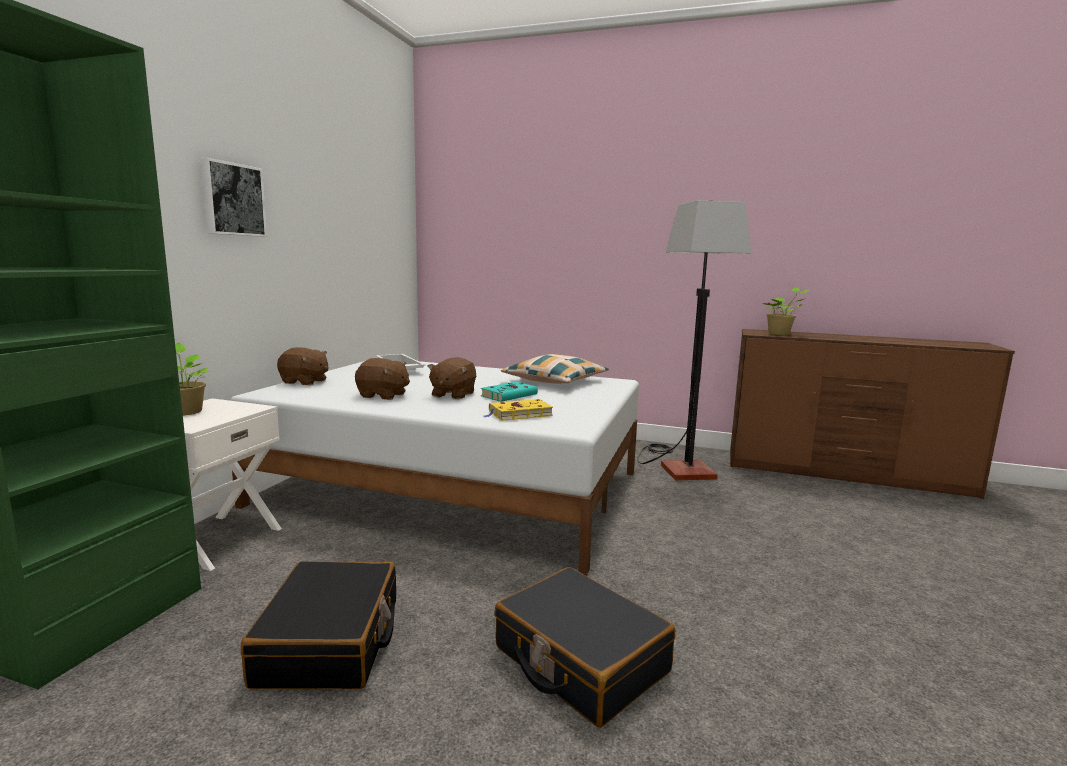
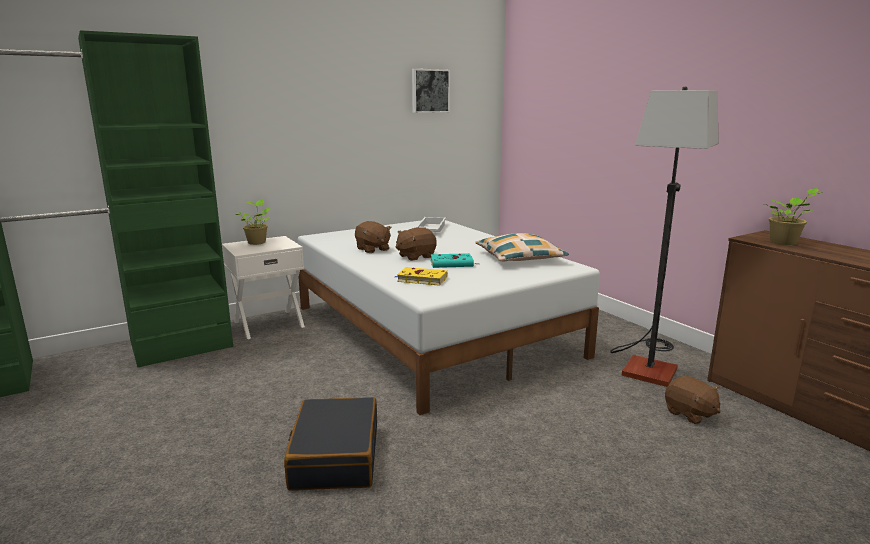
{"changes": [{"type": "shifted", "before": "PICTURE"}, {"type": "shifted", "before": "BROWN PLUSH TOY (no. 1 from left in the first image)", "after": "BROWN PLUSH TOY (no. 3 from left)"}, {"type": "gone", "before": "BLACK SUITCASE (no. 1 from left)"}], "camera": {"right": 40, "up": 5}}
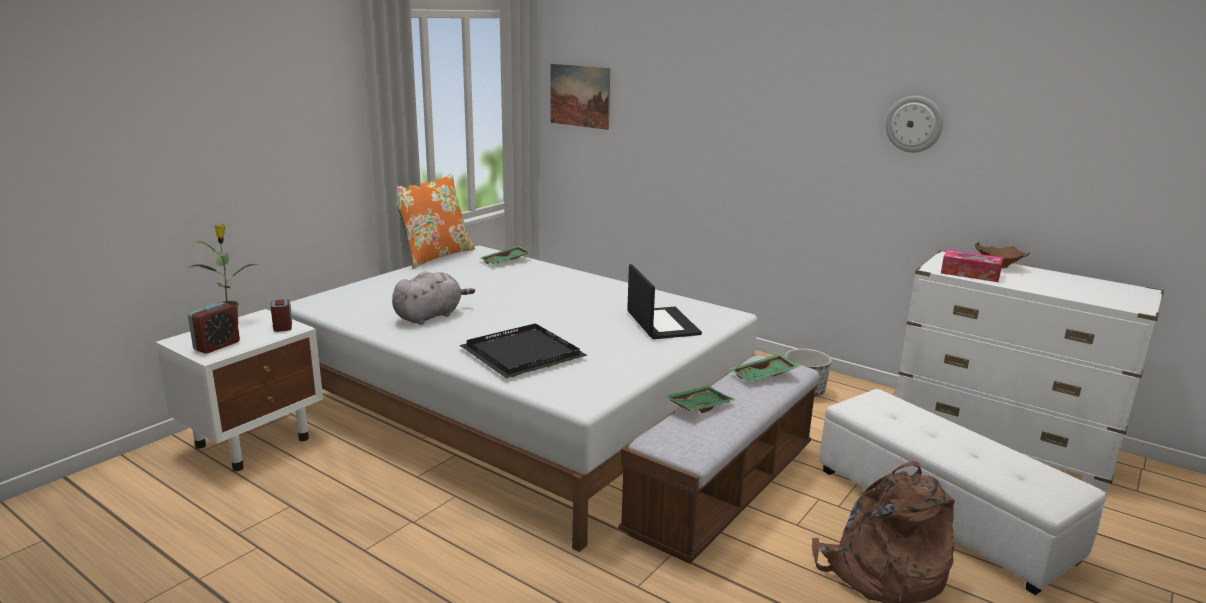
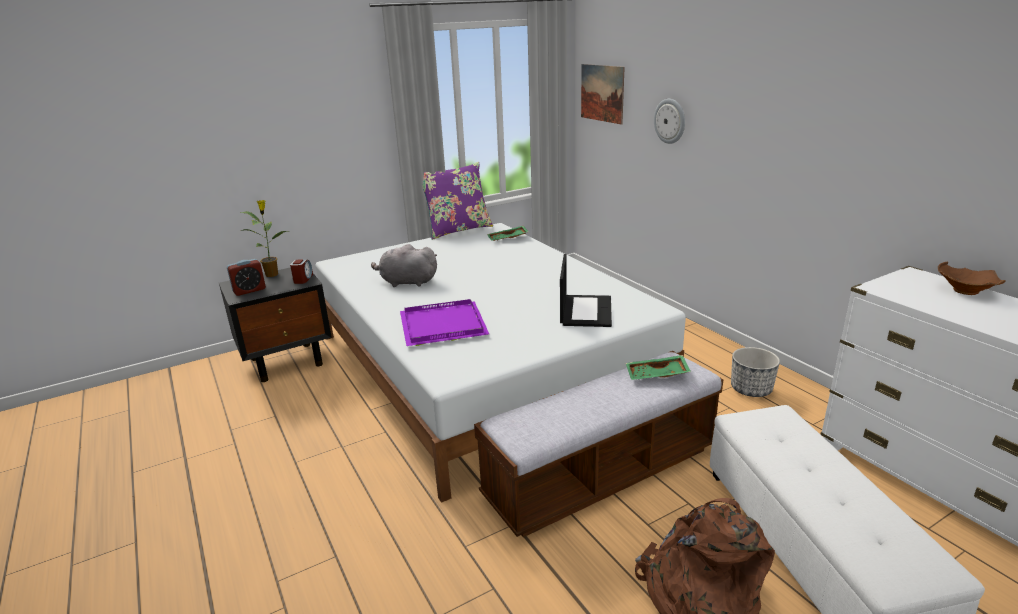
{"changes": [{"type": "repainted", "before": "WHITE NIGHTSTAND", "after": "BLACK NIGHTSTAND"}, {"type": "rotated", "before": "GREY PLUSH TOY", "turn": -150}, {"type": "repainted", "before": "BLACK TRAY", "after": "PURPLE TRAY"}, {"type": "repainted", "before": "ORANGE PILLOW", "after": "PURPLE PILLOW"}, {"type": "shifted", "before": "WALL CLOCK"}, {"type": "gone", "before": "GREEN TRAY (no. 2 from left)"}, {"type": "gone", "before": "TISSUE BOX"}], "camera": {"right": 25, "up": 5}}
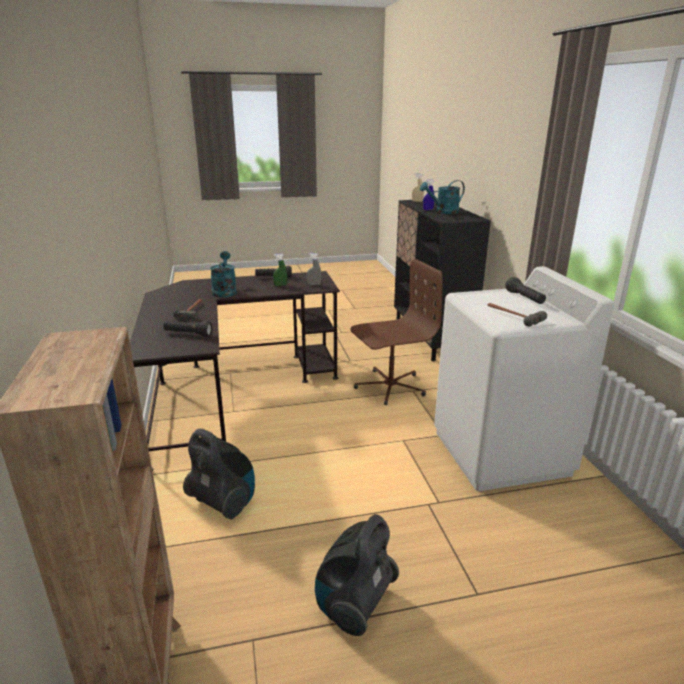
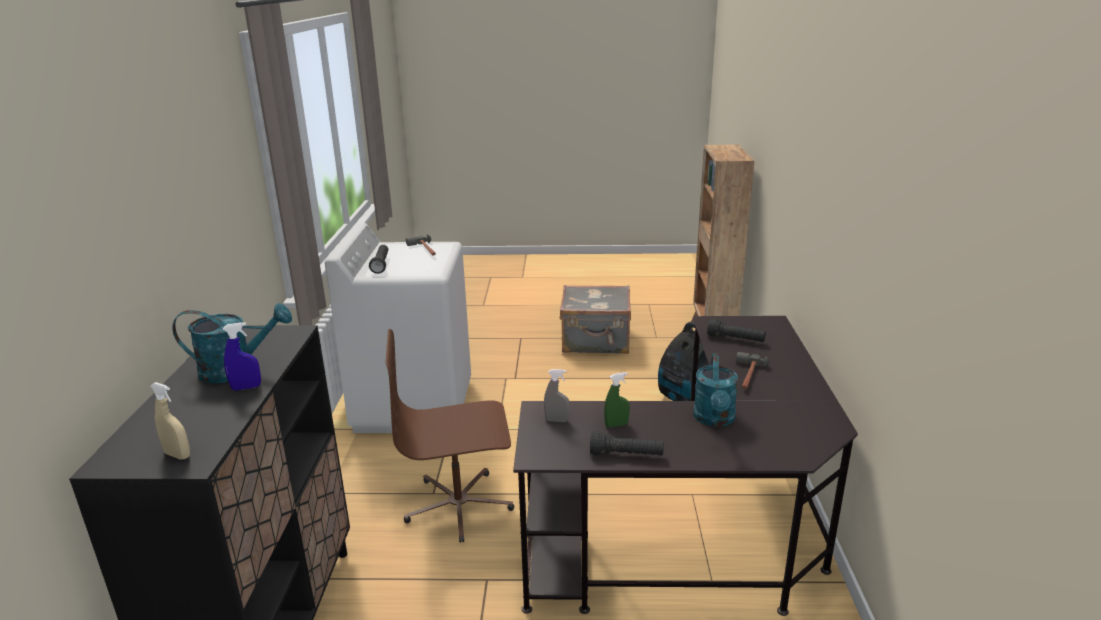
{"changes": [{"type": "swapped", "before": "VACUUM CLEANER (no. 2 from left)", "after": "GREY SUITCASE"}], "camera": {"right": -165, "up": 0}}
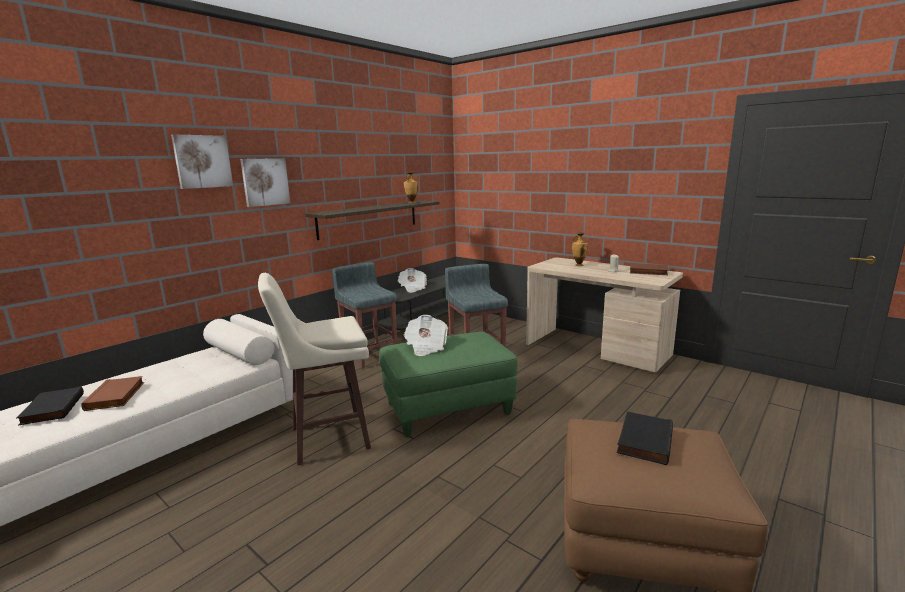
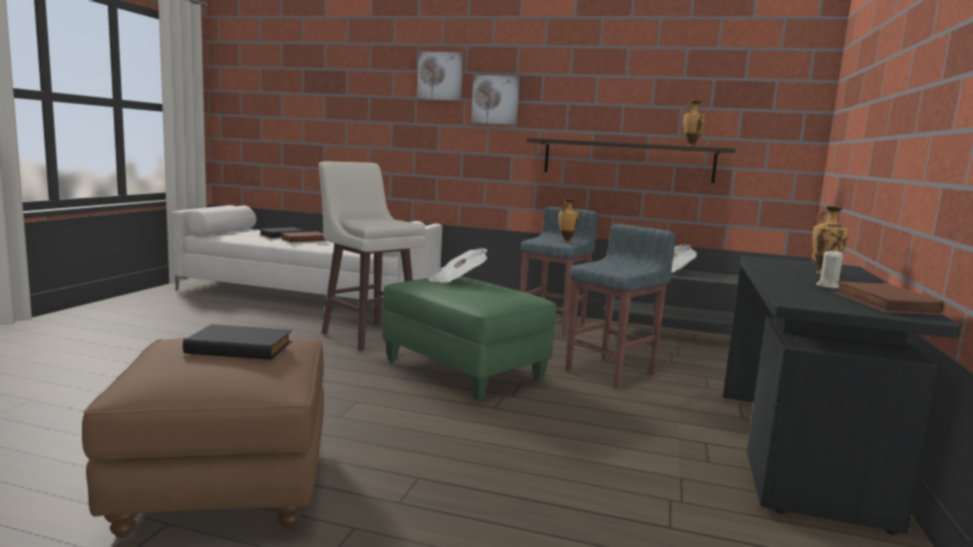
{"changes": [{"type": "new", "after": "VASE (no. 1 from left)"}, {"type": "repainted", "before": "BEIGE DESK", "after": "BLACK DESK"}], "camera": {"right": 65, "up": -5}}
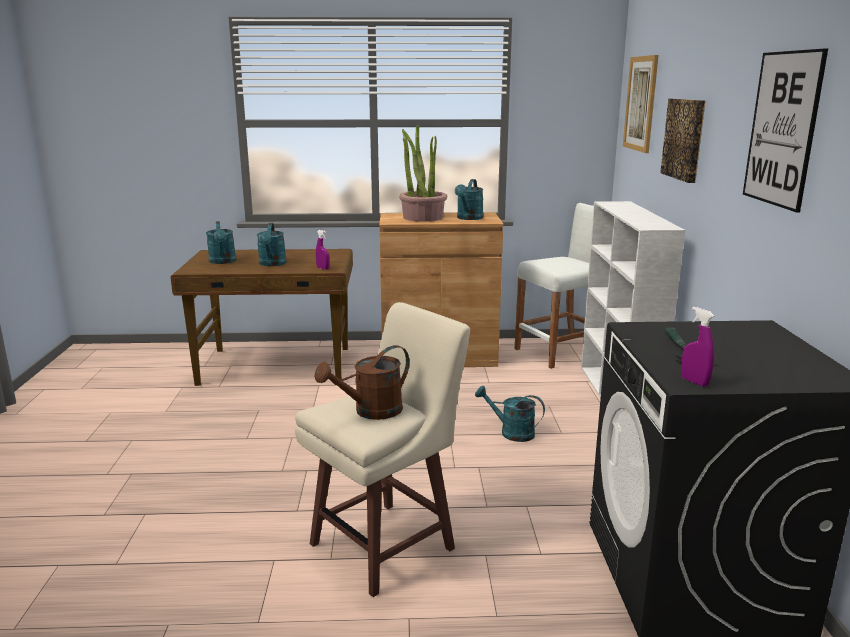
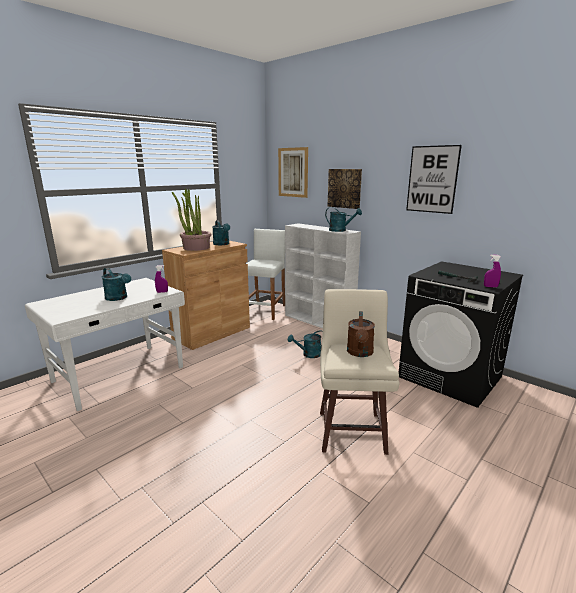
{"changes": [{"type": "repainted", "before": "BROWN DESK", "after": "WHITE DESK"}, {"type": "shifted", "before": "TURQUOISE WATERING CAN (no. 1 from left in the first image)", "after": "TURQUOISE WATERING CAN (no. 4 from left)"}], "camera": {"right": -45, "up": 0}}
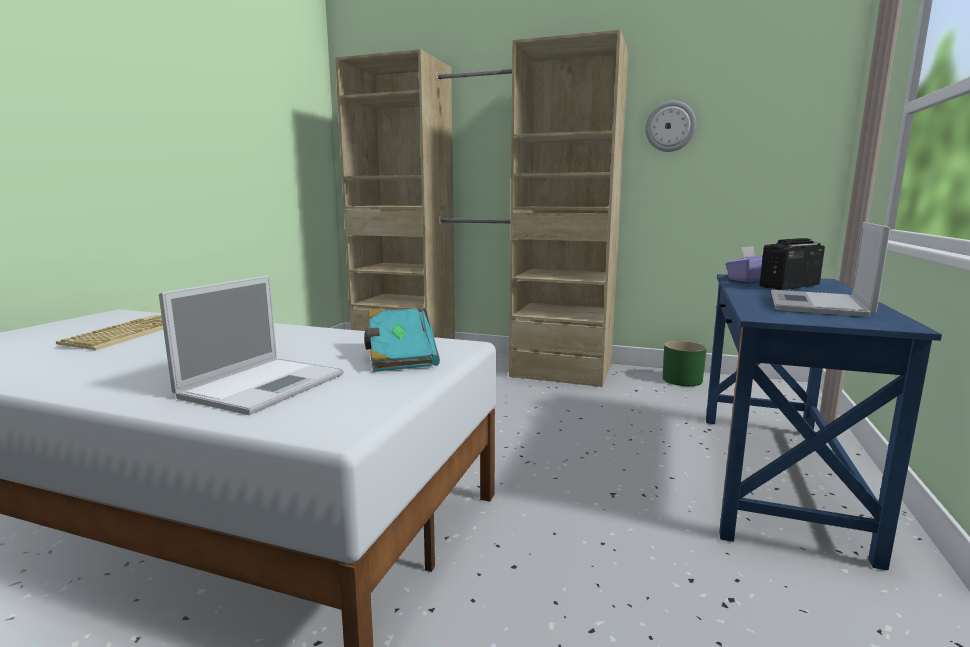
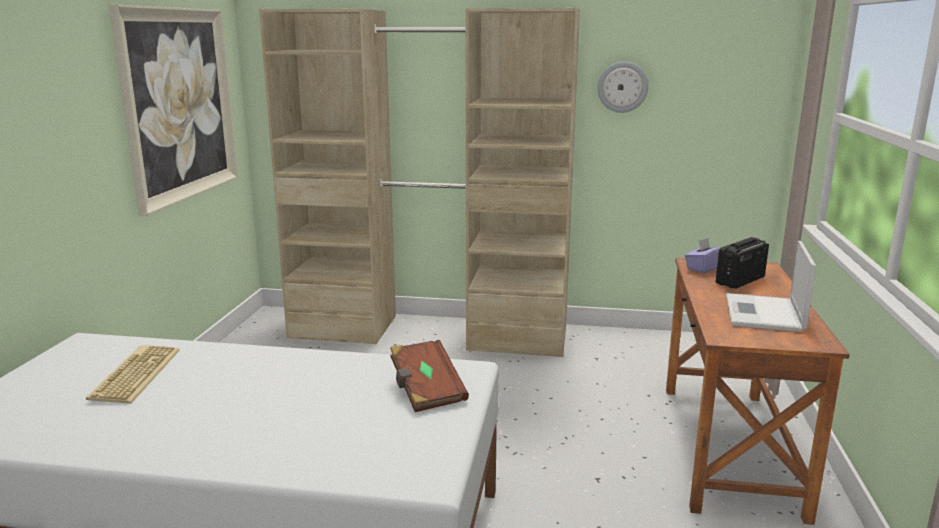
{"changes": [{"type": "new", "after": "PICTURE"}, {"type": "repainted", "before": "TURQUOISE BOOK", "after": "BROWN BOOK"}, {"type": "repainted", "before": "BLUE DESK", "after": "BROWN DESK"}, {"type": "gone", "before": "LAPTOP (no. 1 from left)"}, {"type": "gone", "before": "GREEN PLANTER"}], "camera": {"right": -10, "up": 5}}
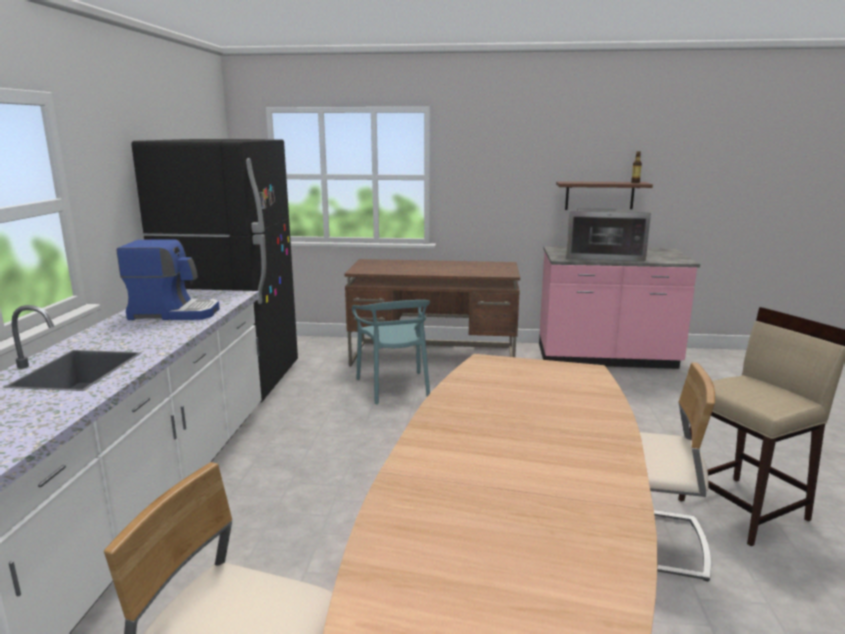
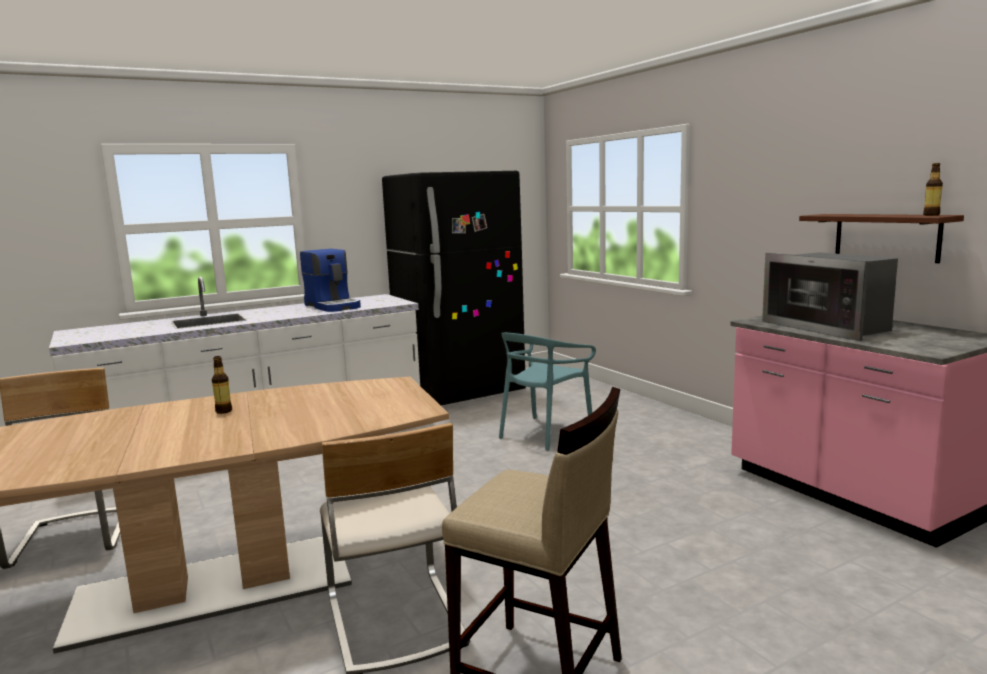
{"changes": [{"type": "new", "after": "BOTTLE (no. 1 from left)"}, {"type": "gone", "before": "BROWN DESK"}], "camera": {"right": 55, "up": -5}}
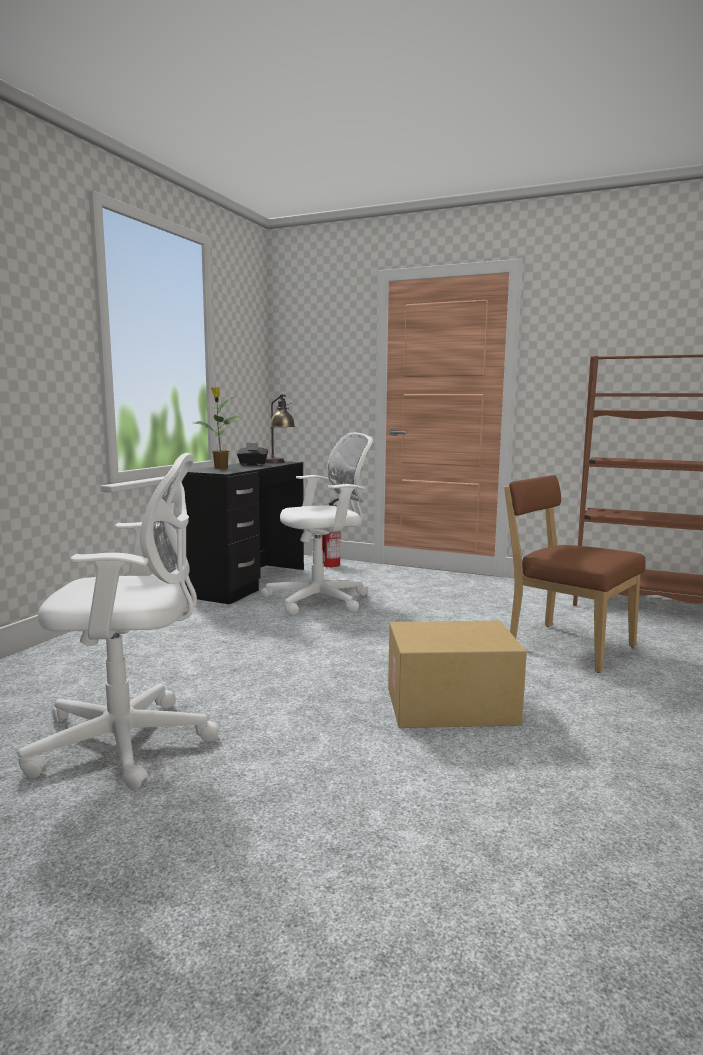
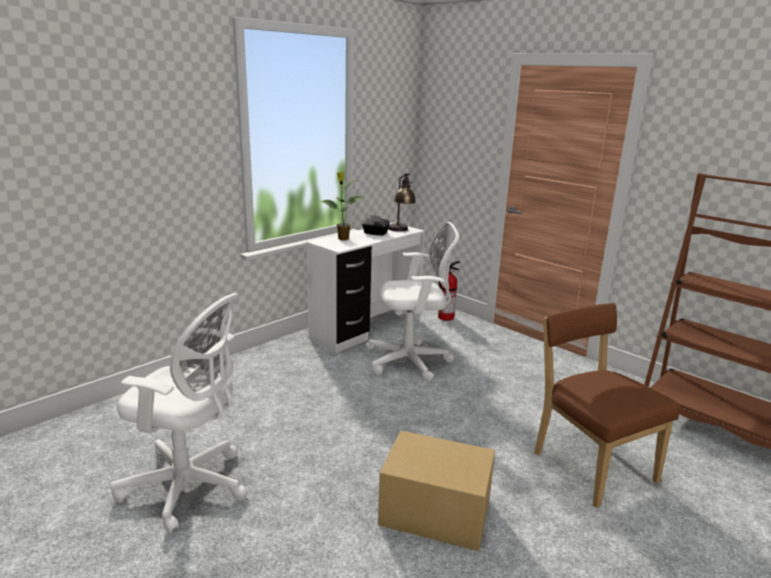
{"changes": [{"type": "repainted", "before": "BLACK DESK", "after": "WHITE DESK"}], "camera": {"right": 20, "up": 10}}
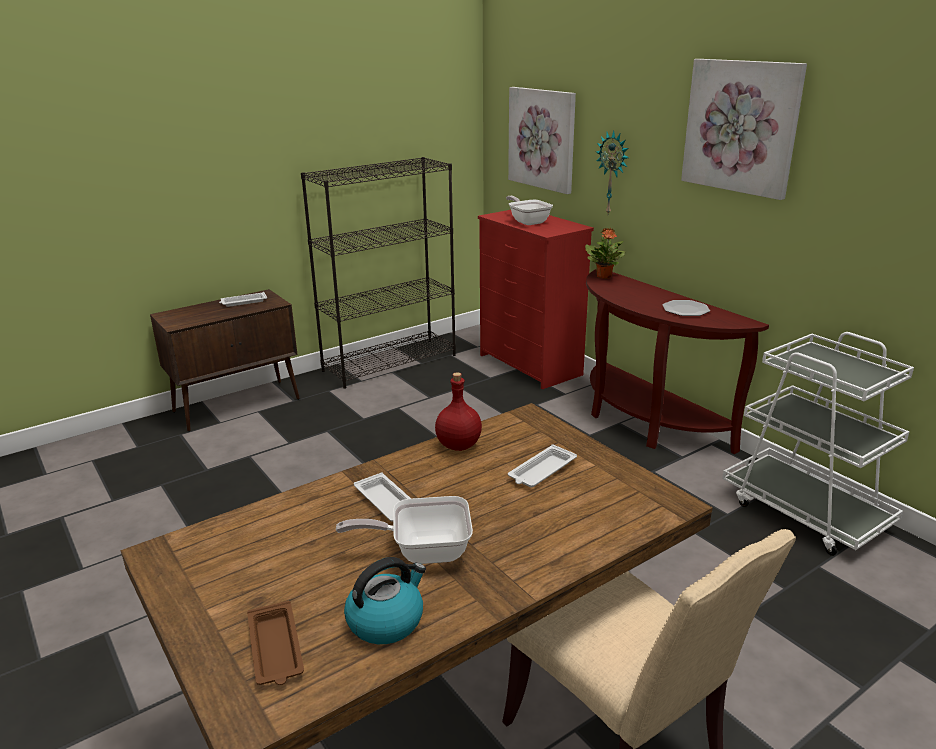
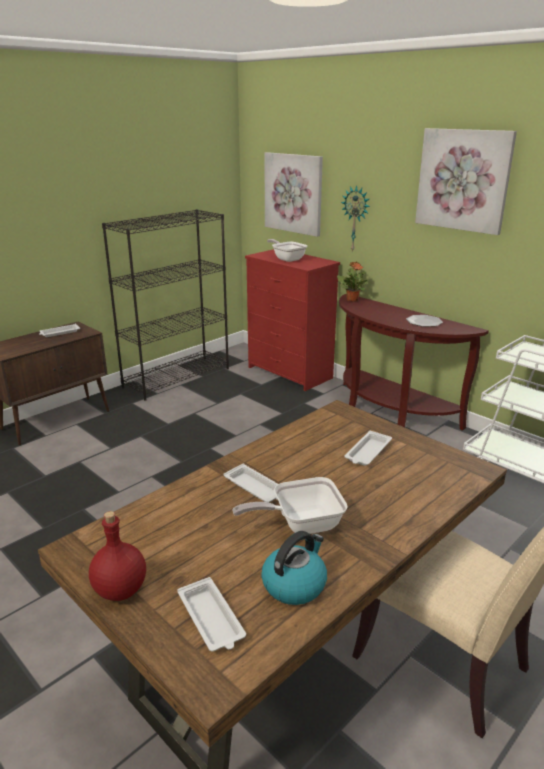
{"changes": [{"type": "shifted", "before": "RED BOTTLE"}, {"type": "repainted", "before": "BROWN TRAY", "after": "WHITE TRAY (no. 2 from left)"}], "camera": {"right": -10, "up": 0}}
